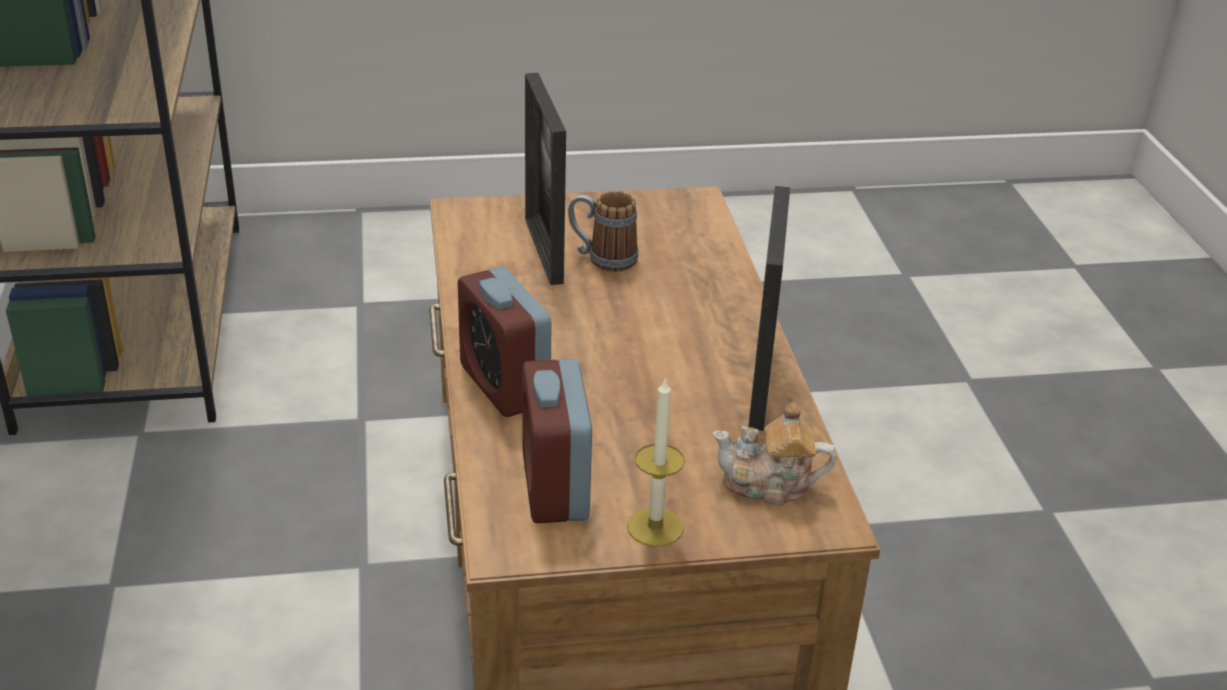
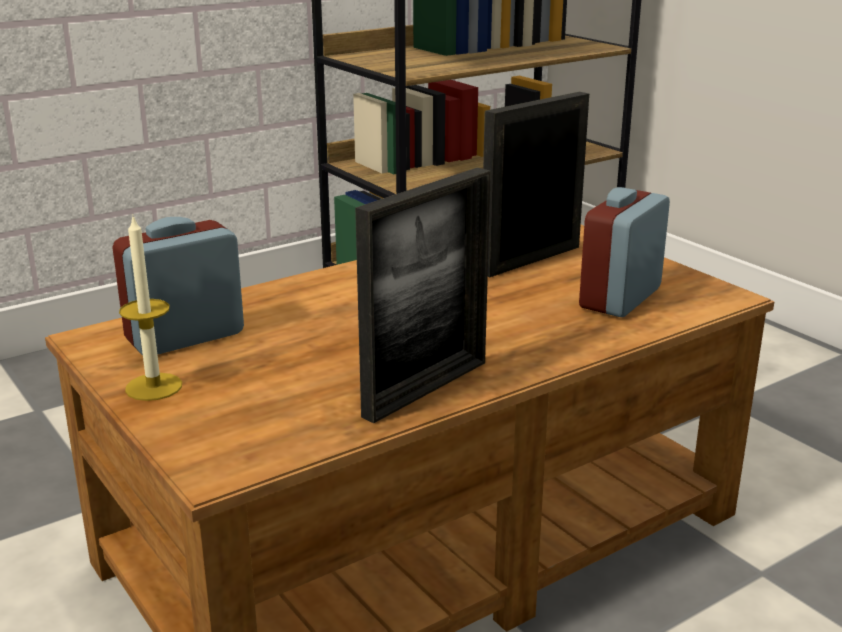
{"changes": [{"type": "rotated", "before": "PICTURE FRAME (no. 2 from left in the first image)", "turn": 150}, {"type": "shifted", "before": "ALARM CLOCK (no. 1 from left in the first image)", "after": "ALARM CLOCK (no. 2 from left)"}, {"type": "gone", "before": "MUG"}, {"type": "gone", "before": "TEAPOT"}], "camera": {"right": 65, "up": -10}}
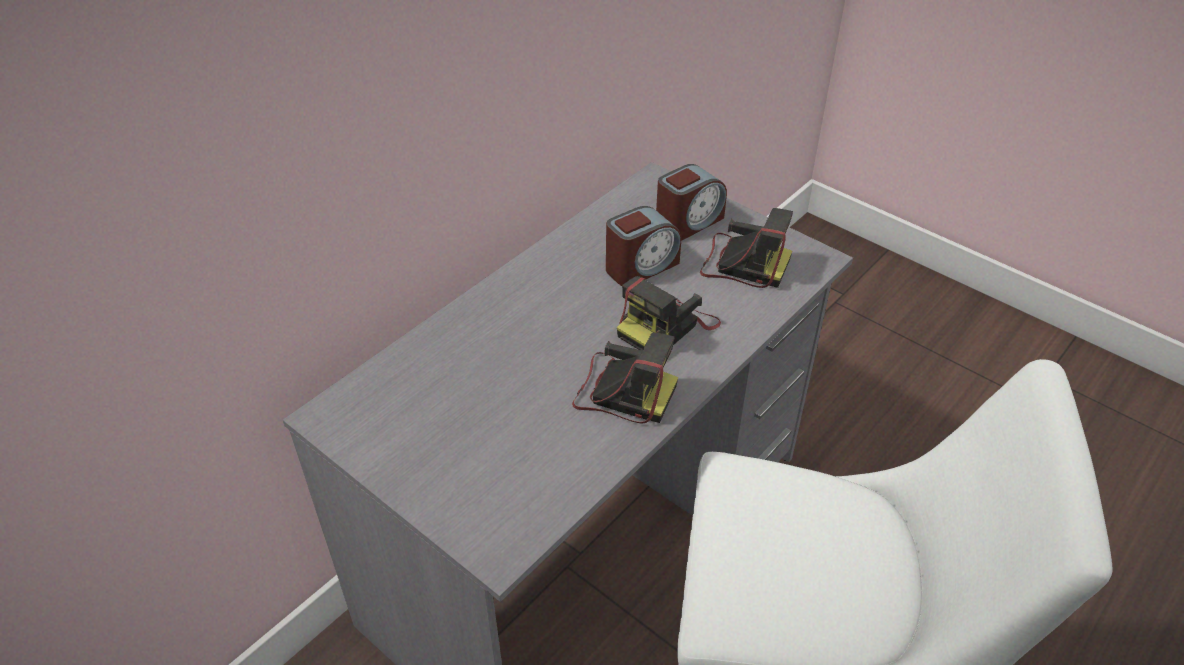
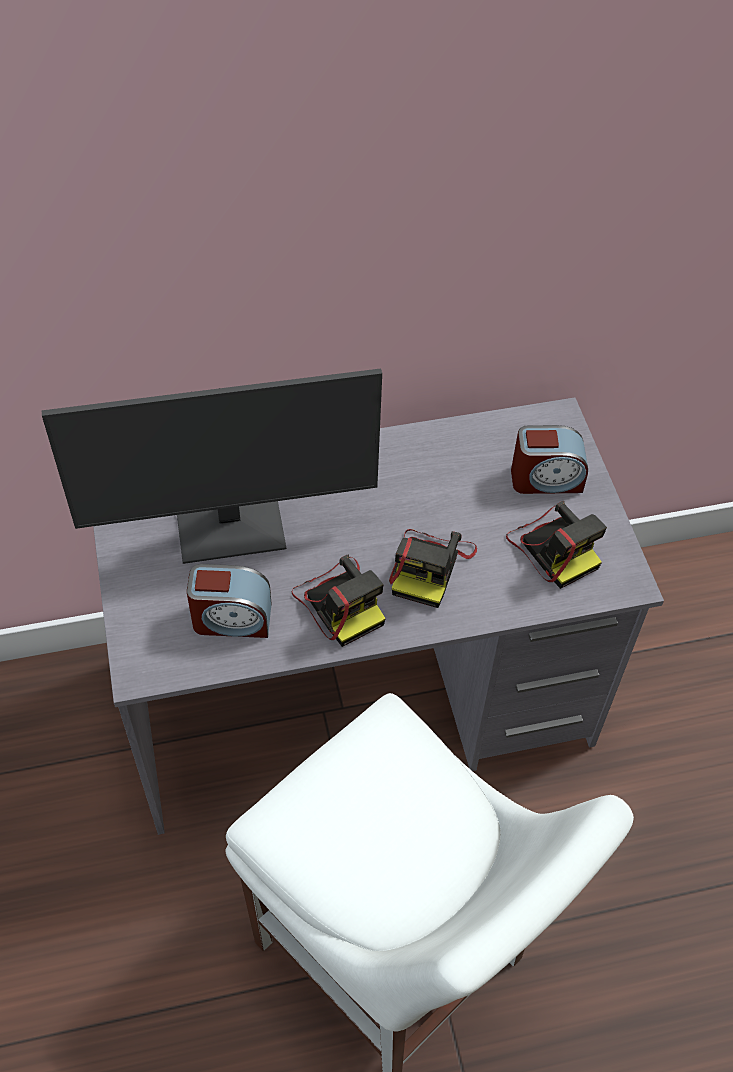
{"changes": [{"type": "new", "after": "MONITOR"}, {"type": "shifted", "before": "ALARM CLOCK (no. 1 from left)"}, {"type": "rotated", "before": "PHOTO CAMERA (no. 2 from left)", "turn": -60}], "camera": {"right": 35, "up": 10}}
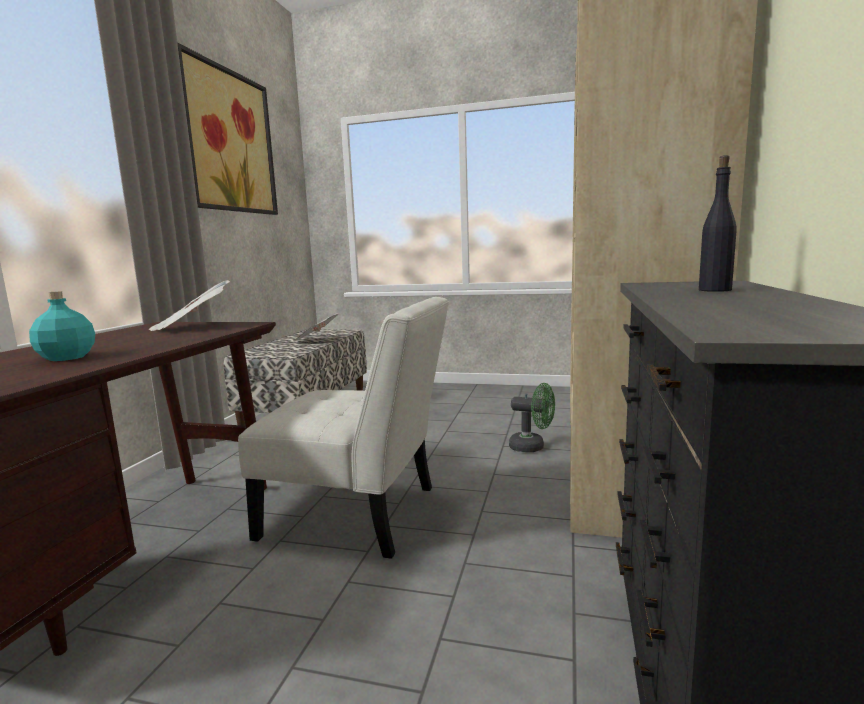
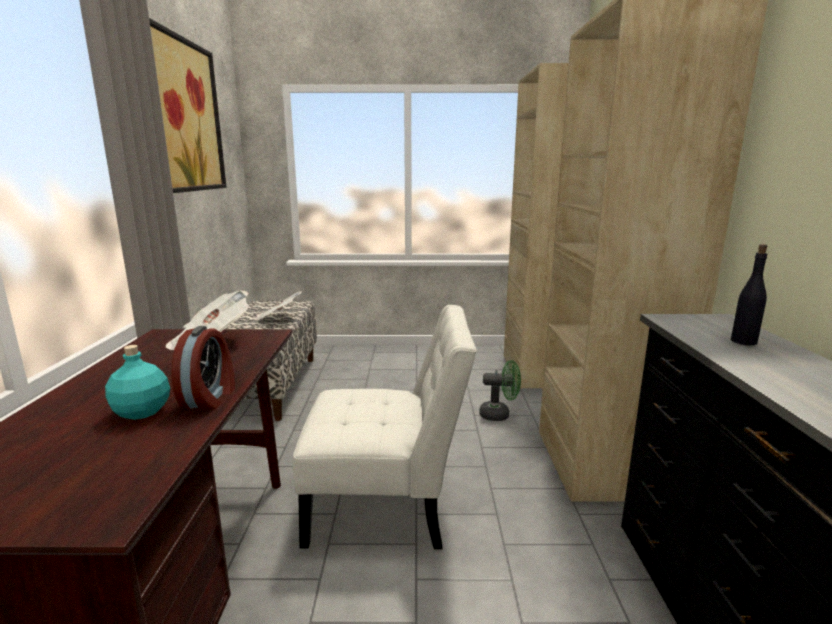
{"changes": [{"type": "new", "after": "ALARM CLOCK"}], "camera": {"right": -15, "up": 5}}
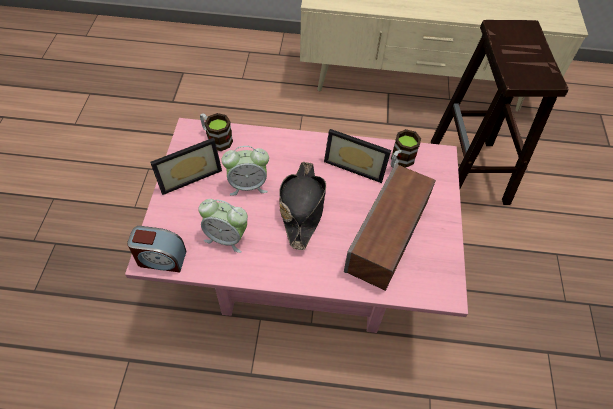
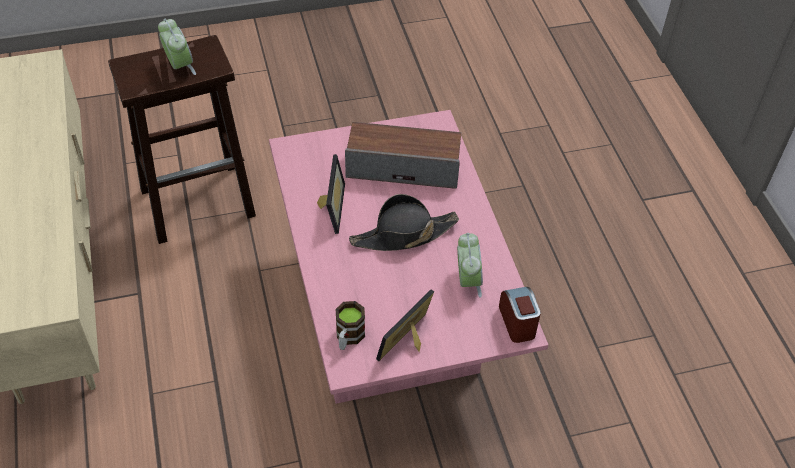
{"changes": [{"type": "shifted", "before": "ALARM CLOCK (no. 3 from left in the first image)", "after": "ALARM CLOCK (no. 1 from left)"}, {"type": "rotated", "before": "PICTURE FRAME (no. 1 from left in the first image)", "turn": -90}, {"type": "gone", "before": "MUG (no. 2 from left)"}], "camera": {"right": -110, "up": -5}}
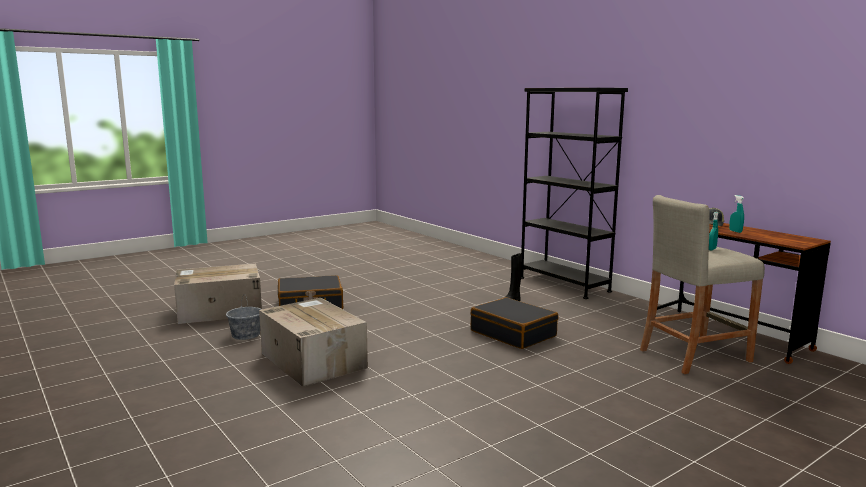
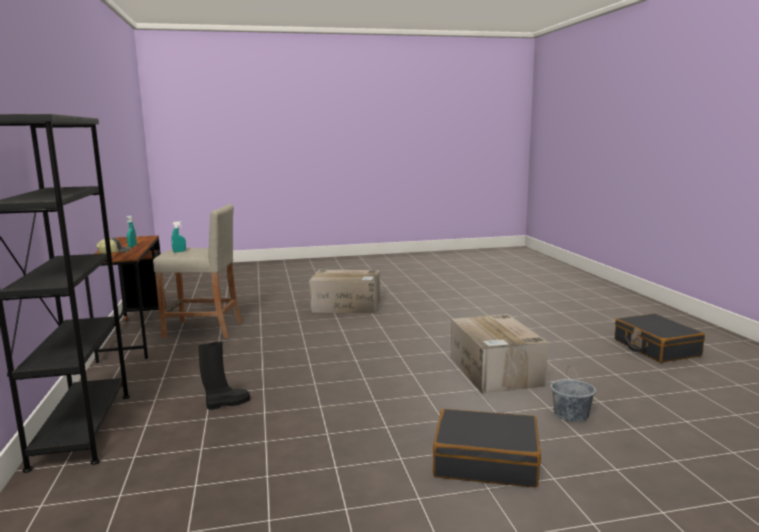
{"changes": [{"type": "shifted", "before": "CARDBOARD BOX (no. 1 from left)"}, {"type": "shifted", "before": "BLACK SUITCASE (no. 2 from left)"}], "camera": {"right": -155, "up": 0}}
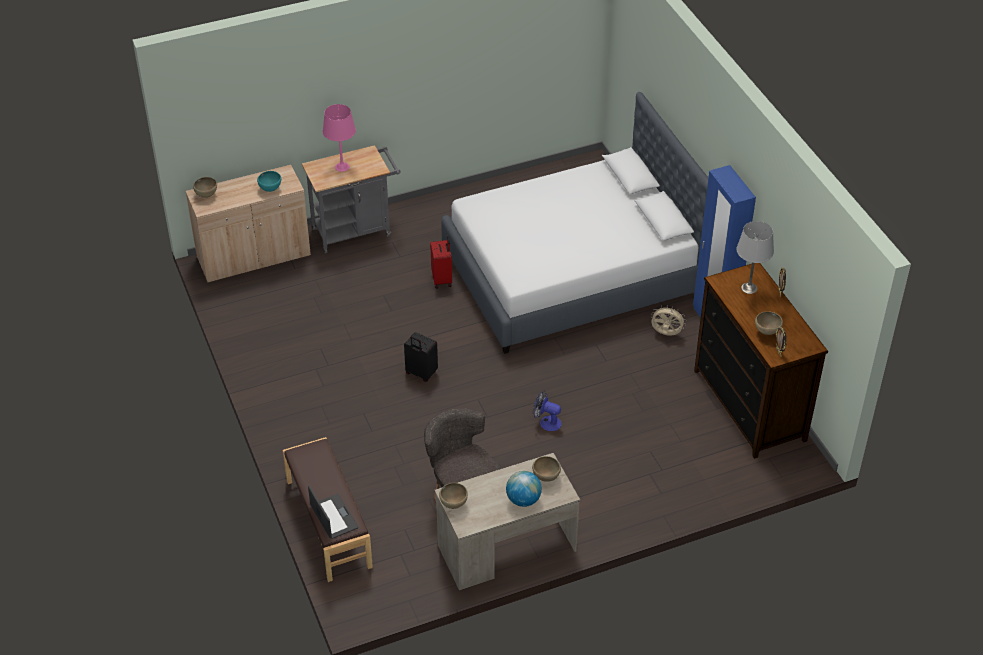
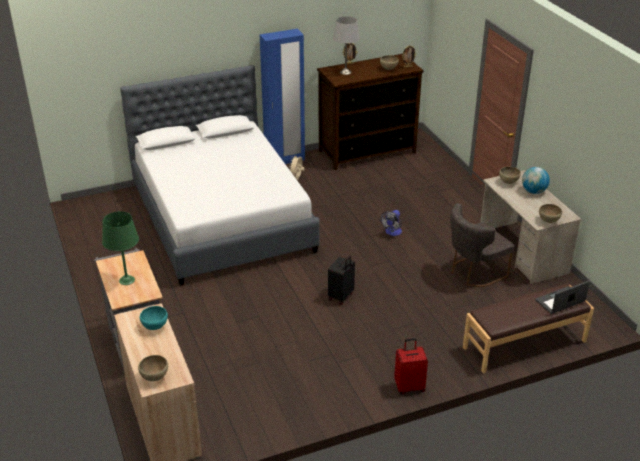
{"changes": [{"type": "repainted", "before": "PINK TABLE LAMP", "after": "GREEN TABLE LAMP"}, {"type": "shifted", "before": "RED SUITCASE"}], "camera": {"right": -90, "up": -10}}
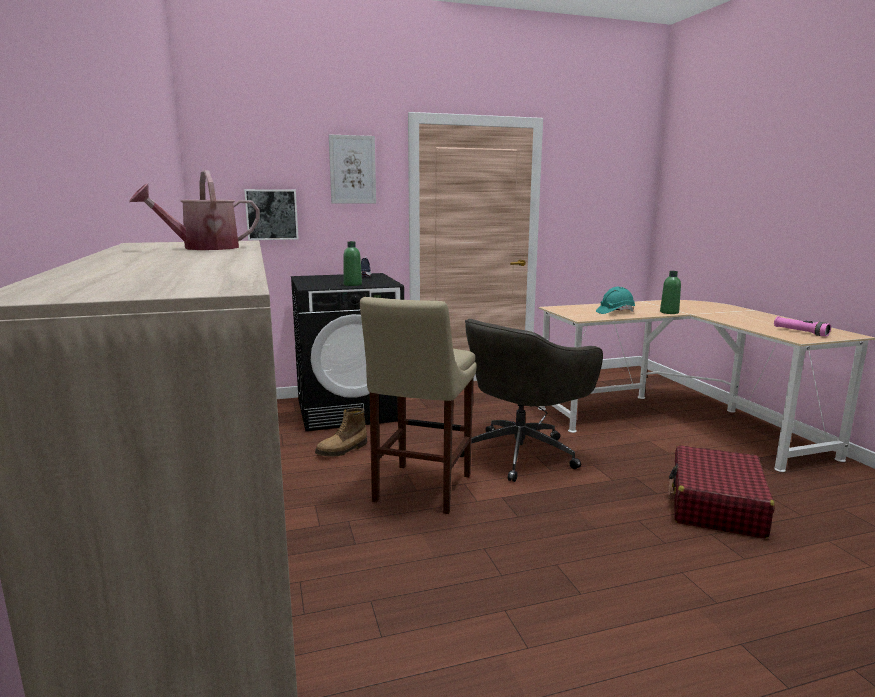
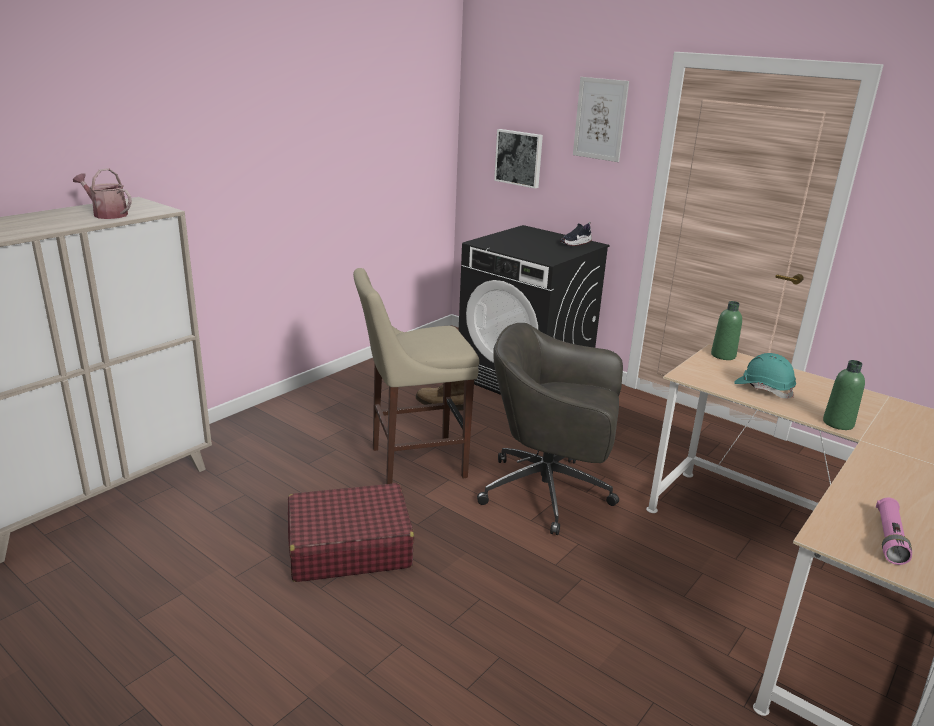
{"changes": [{"type": "shifted", "before": "RED SUITCASE"}, {"type": "shifted", "before": "GREEN BOTTLE (no. 1 from left)"}], "camera": {"right": 55, "up": 10}}
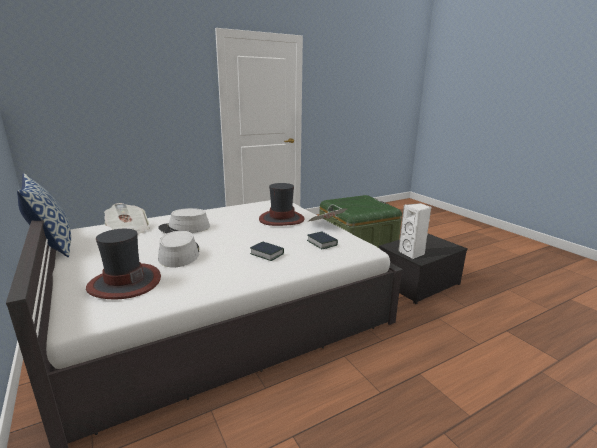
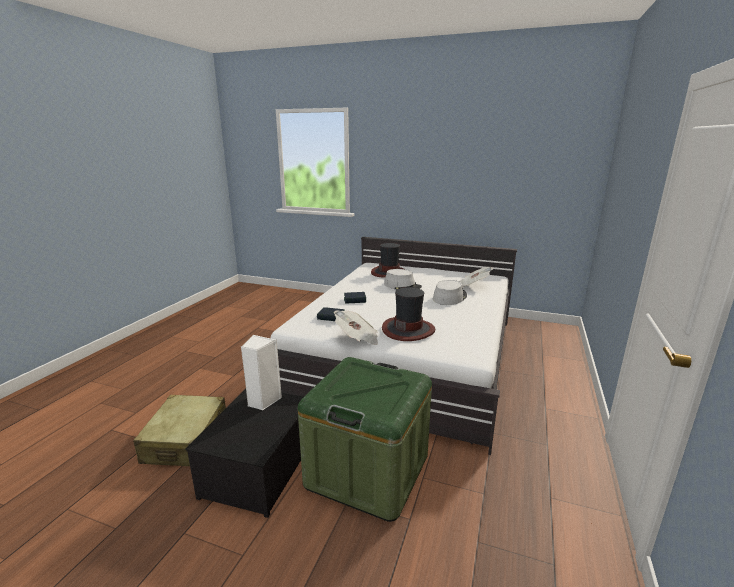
{"changes": [{"type": "new", "after": "BEIGE SUITCASE"}, {"type": "gone", "before": "PILLOW"}], "camera": {"right": 140, "up": 0}}
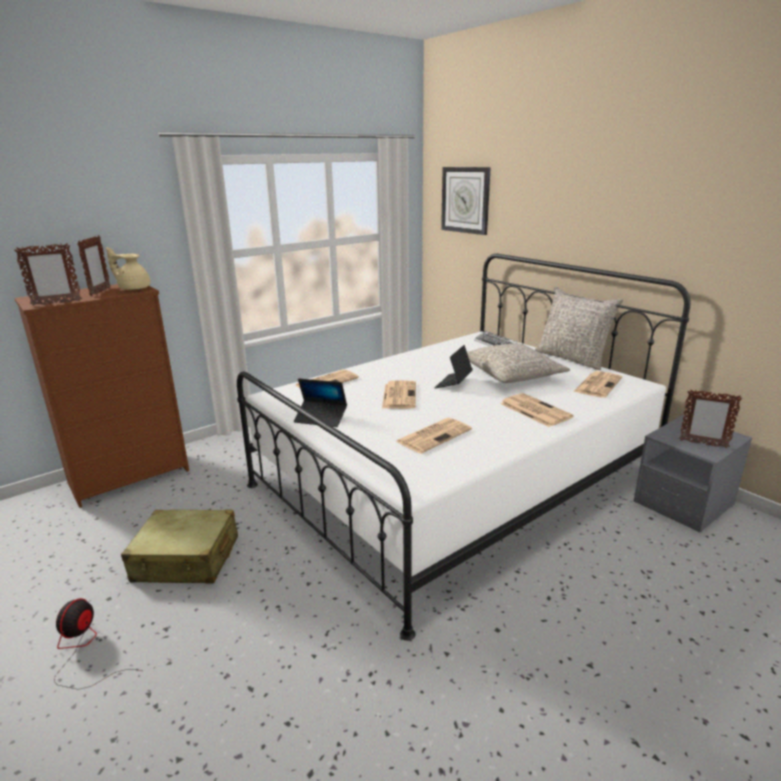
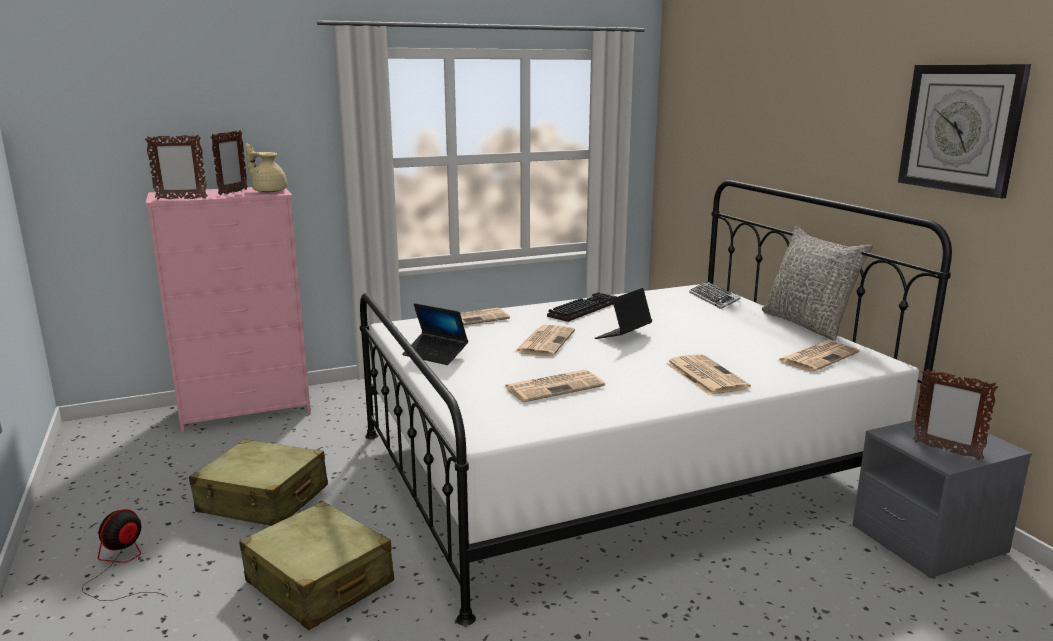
{"changes": [{"type": "repainted", "before": "BROWN DRESSER", "after": "PINK DRESSER"}, {"type": "new", "after": "BEIGE SUITCASE (no. 2 from left)"}, {"type": "new", "after": "KEYBOARD (no. 1 from left)"}, {"type": "shifted", "before": "WALL CLOCK"}, {"type": "gone", "before": "GREY PILLOW (no. 1 from left)"}], "camera": {"right": 15, "up": -5}}
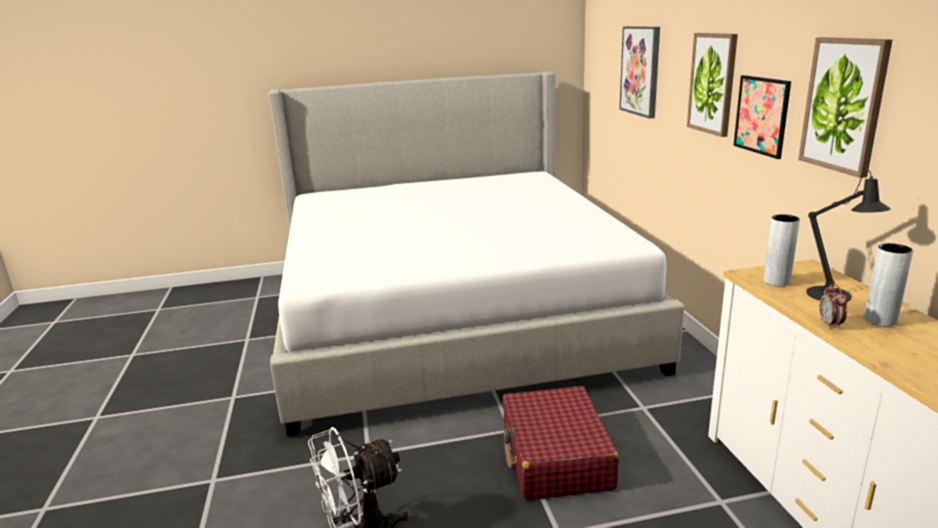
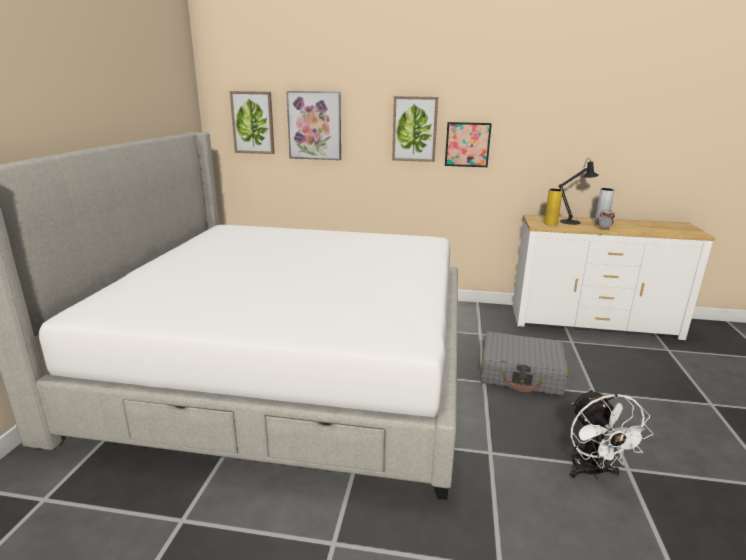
{"changes": [{"type": "shifted", "before": "PICTURE (no. 4 from left in the first image)", "after": "PICTURE (no. 1 from left)"}, {"type": "repainted", "before": "RED SUITCASE", "after": "GREY SUITCASE"}, {"type": "repainted", "before": "GREY VASE (no. 1 from left)", "after": "YELLOW VASE"}], "camera": {"right": -70, "up": 0}}
